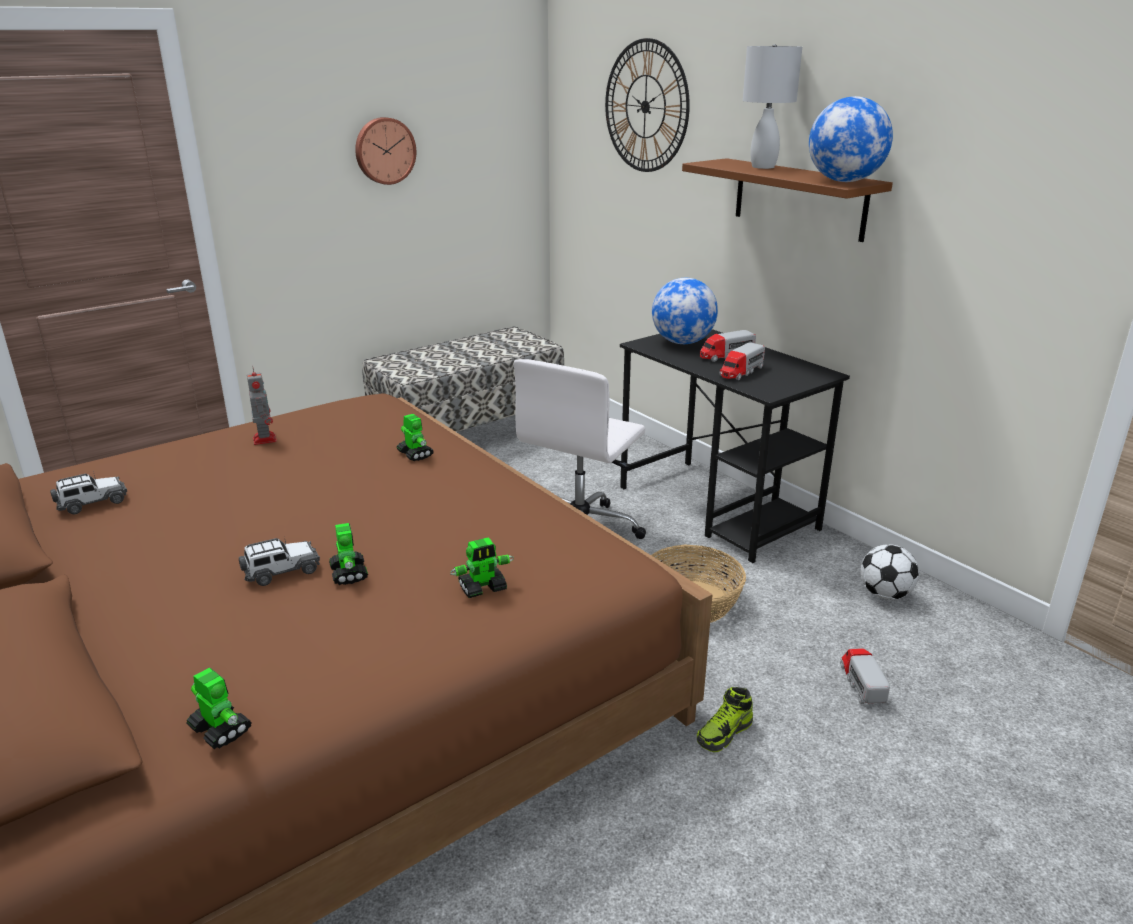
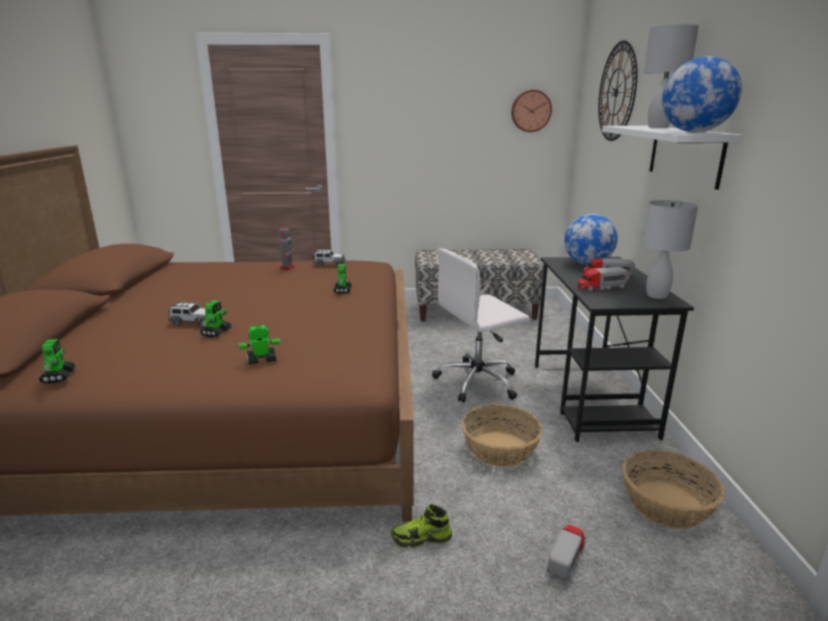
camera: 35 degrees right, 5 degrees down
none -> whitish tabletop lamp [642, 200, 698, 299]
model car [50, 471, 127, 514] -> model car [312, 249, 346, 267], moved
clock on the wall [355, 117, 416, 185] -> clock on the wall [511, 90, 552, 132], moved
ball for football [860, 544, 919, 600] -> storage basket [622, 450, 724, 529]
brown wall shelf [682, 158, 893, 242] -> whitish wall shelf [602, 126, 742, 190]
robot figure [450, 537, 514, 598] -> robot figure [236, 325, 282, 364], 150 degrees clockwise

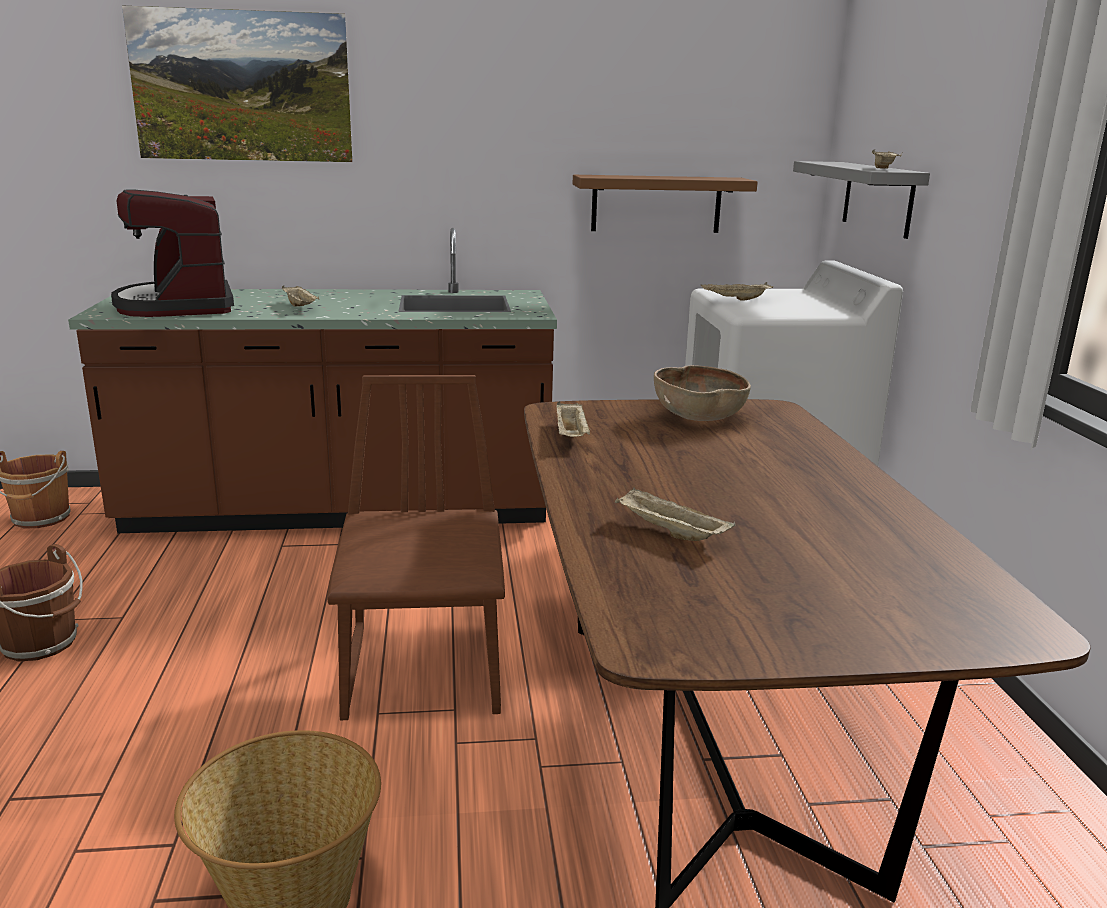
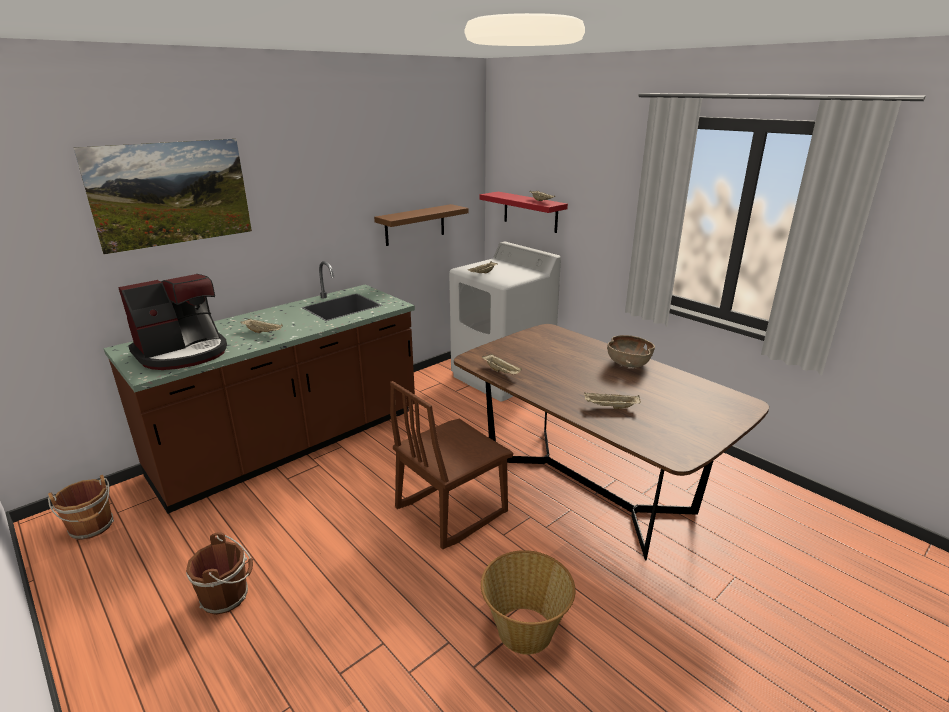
camera: 35 degrees left, 5 degrees up
brown bowl [654, 365, 751, 421] -> brown bowl [608, 335, 655, 368], moved
gray wall shelf [793, 161, 930, 239] -> red wall shelf [479, 192, 568, 233]
coffee brewer [111, 190, 234, 317] -> coffee brewer [118, 274, 227, 370], 75 degrees counterclockwise
brown plain chair [327, 375, 505, 720] -> brown plain chair [390, 381, 513, 549], 90 degrees counterclockwise

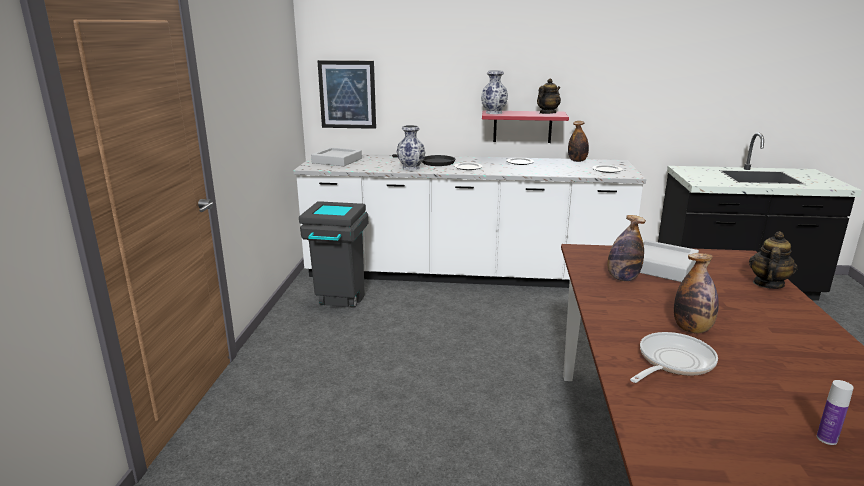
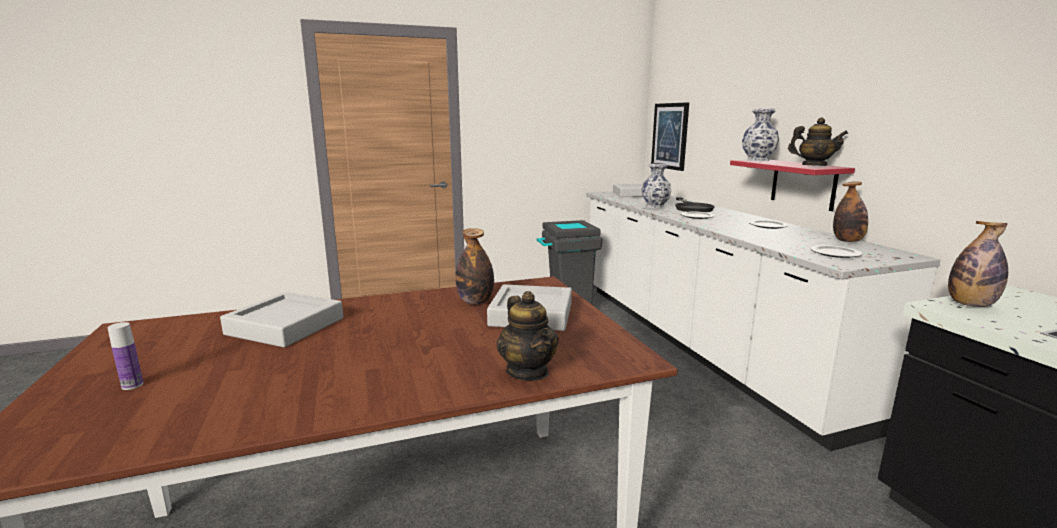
camera: 65 degrees right, 5 degrees down
bottle [674, 253, 719, 333] -> bottle [948, 221, 1008, 307], moved
pan [630, 332, 718, 383] -> gray tray [220, 292, 343, 347]
pot for tea [749, 231, 798, 289] -> pot for tea [497, 291, 559, 381], 60 degrees clockwise

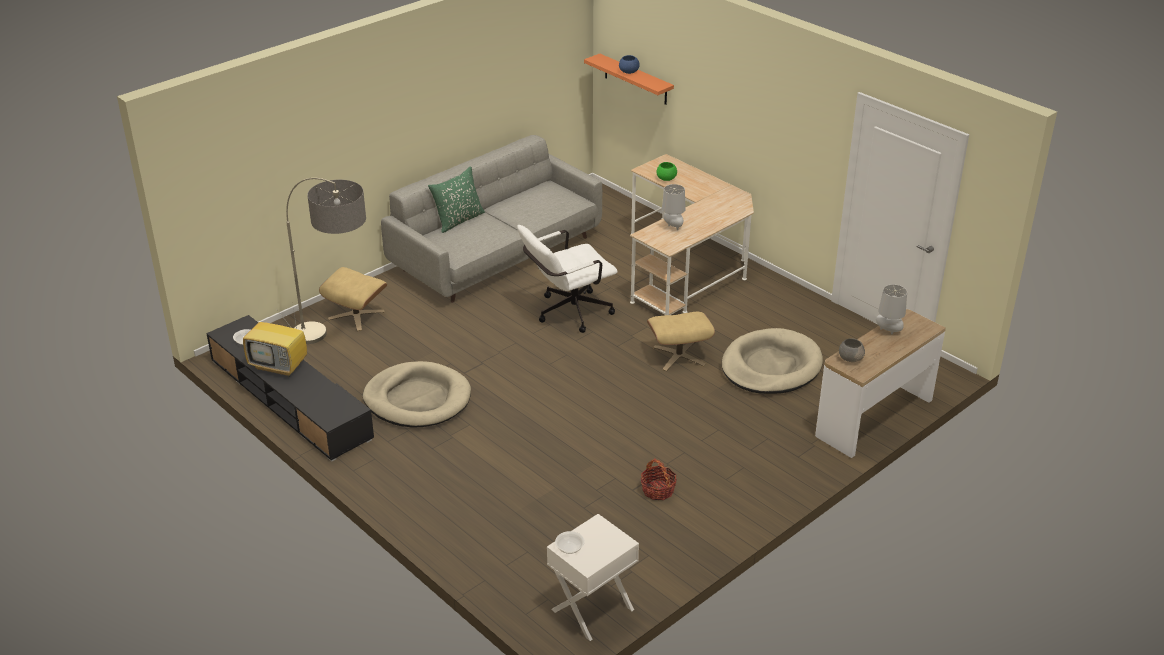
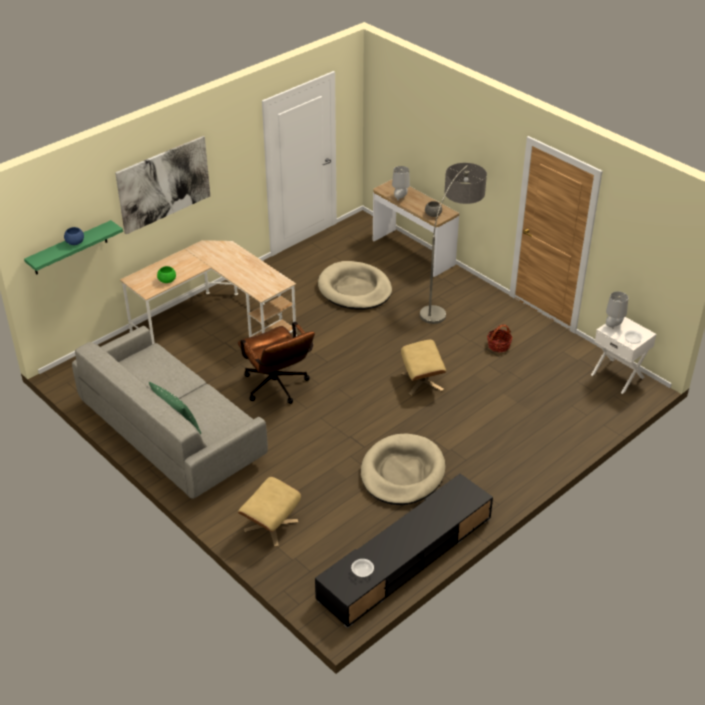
camera: 90 degrees left, 5 degrees up
television [243, 307, 307, 376] -> none
none -> wall picture [115, 136, 210, 234]
standard lamp [286, 178, 366, 344] -> standard lamp [420, 163, 487, 324], moved
beige ottoman [647, 312, 715, 371] -> beige ottoman [401, 340, 446, 396], moved
gray tabletop lamp [662, 184, 686, 230] -> gray tabletop lamp [606, 292, 628, 329], moved
whitish computer chair [517, 225, 618, 333] -> brown computer chair [238, 322, 315, 404]
orange wall shelf [584, 54, 674, 105] -> green-coloured wall shelf [24, 220, 123, 275]

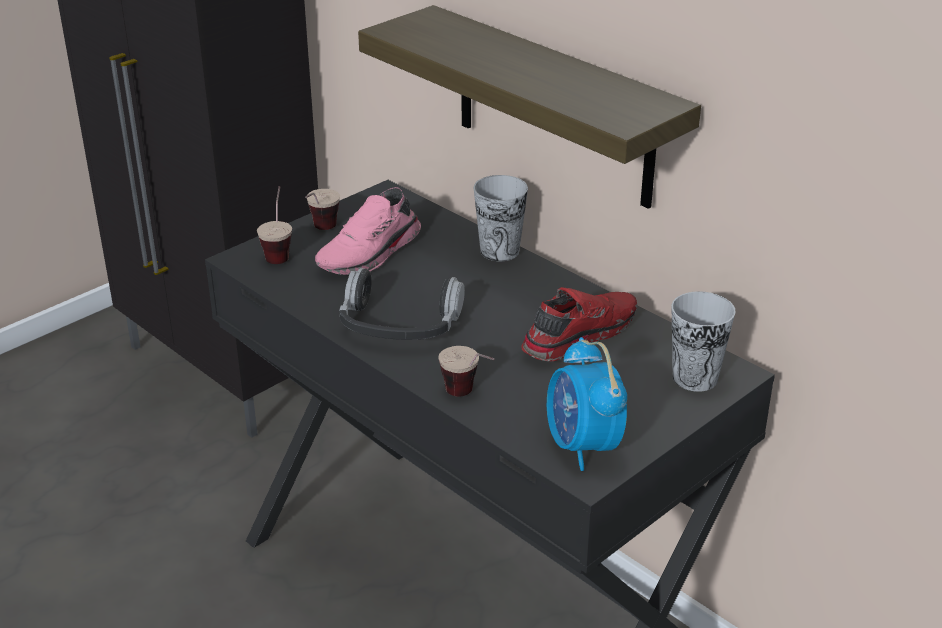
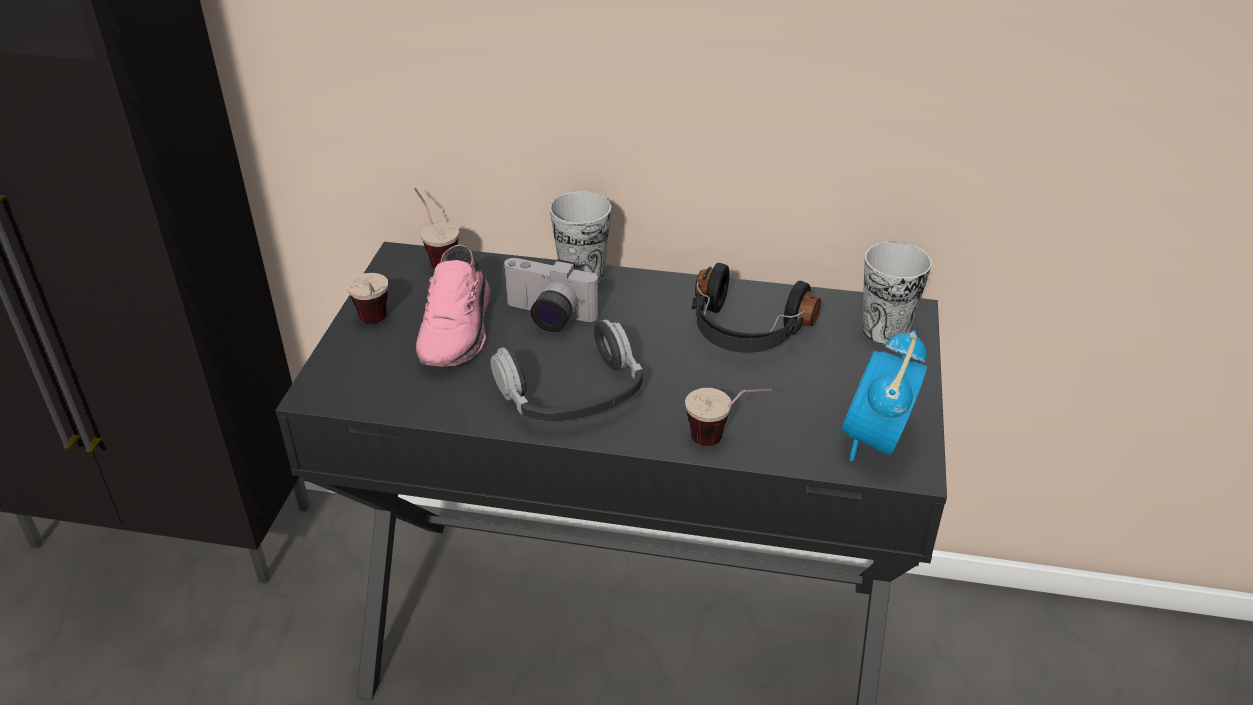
camera: 35 degrees left, 5 degrees up
wall shelf [358, 5, 701, 209] -> none
none -> photo camera [502, 258, 599, 332]
small cup [257, 186, 292, 264] -> small cup [414, 188, 459, 269], moved
red low shoe [521, 287, 638, 361] -> black-coloured pair of headphones [691, 263, 821, 353]
alarm clock [547, 337, 627, 471] -> alarm clock [841, 330, 927, 461], 75 degrees clockwise

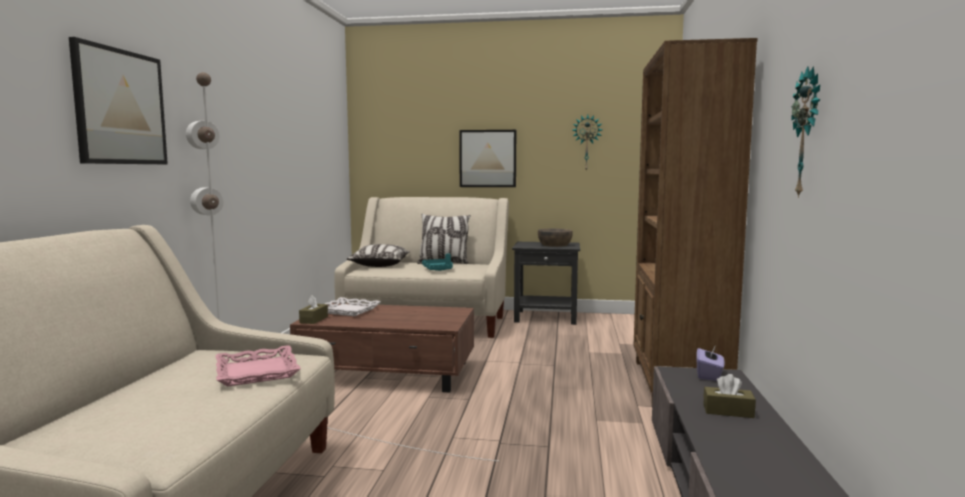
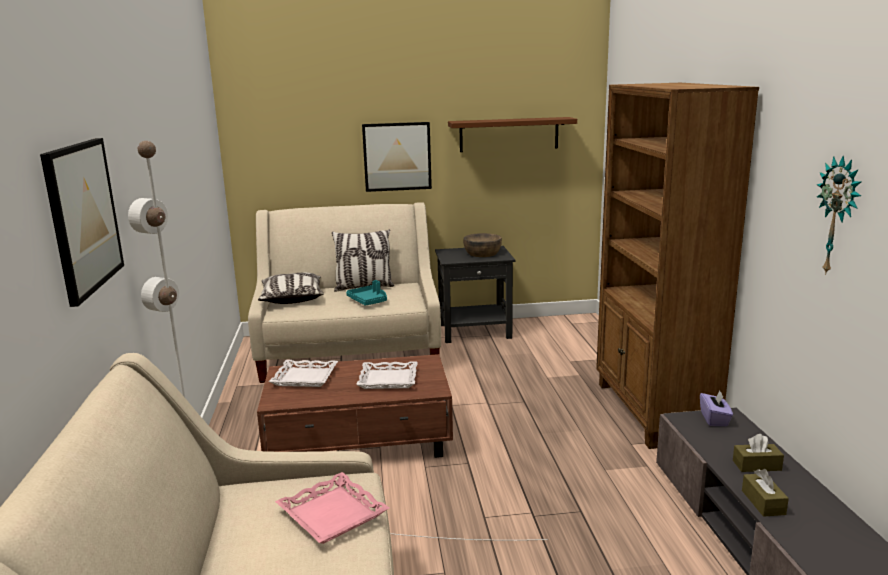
camera: 15 degrees left, 10 degrees up
none -> whitish tray [356, 361, 418, 389]
brown tissue box [299, 295, 328, 324] -> brown tissue box [742, 469, 789, 517], moved
clock on the wall [572, 115, 602, 172] -> brown wall shelf [448, 117, 577, 152]

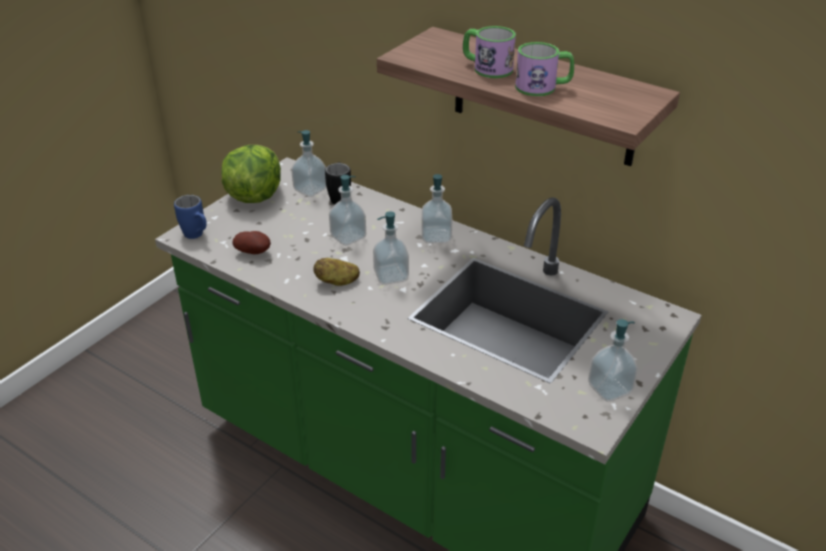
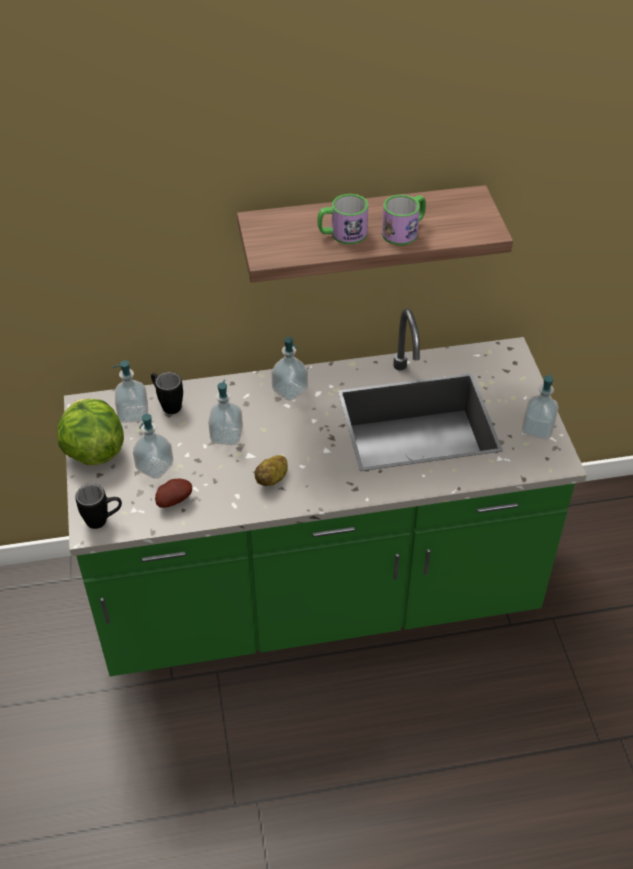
camera: 45 degrees left, 10 degrees up
liquid soap bottle [373, 211, 409, 285] -> liquid soap bottle [133, 414, 173, 479], moved
blue mug [174, 195, 207, 239] -> black-coloured mug [75, 484, 122, 529]

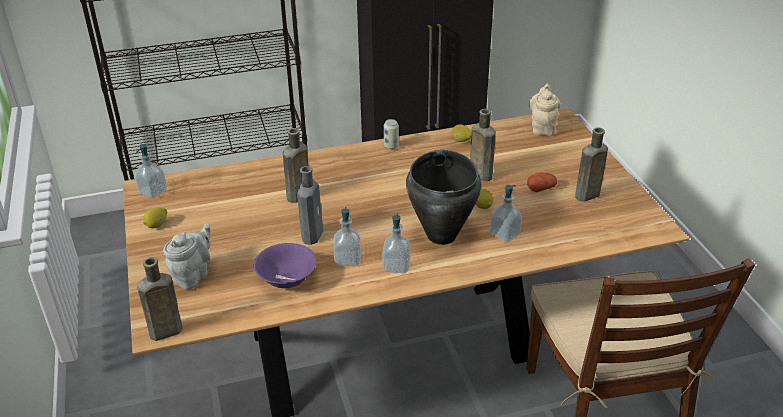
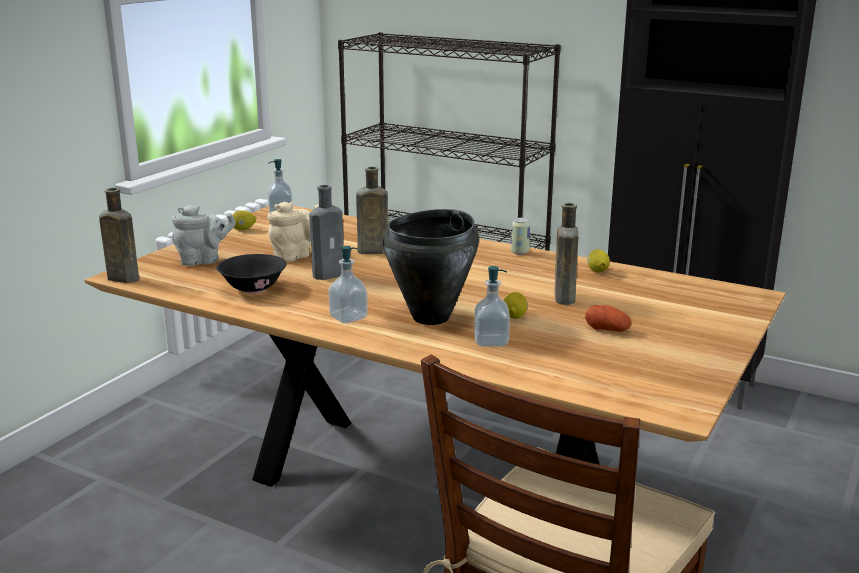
camera: 45 degrees right, 15 degrees down
liquid soap bottle [333, 207, 361, 266] -> none
brown bottle [575, 127, 608, 202] -> none
beige pot for tea [529, 84, 561, 136] -> beige pot for tea [267, 202, 319, 262], moved
purple-coloured bowl [254, 243, 317, 288] -> black-coloured bowl [217, 254, 287, 294]

